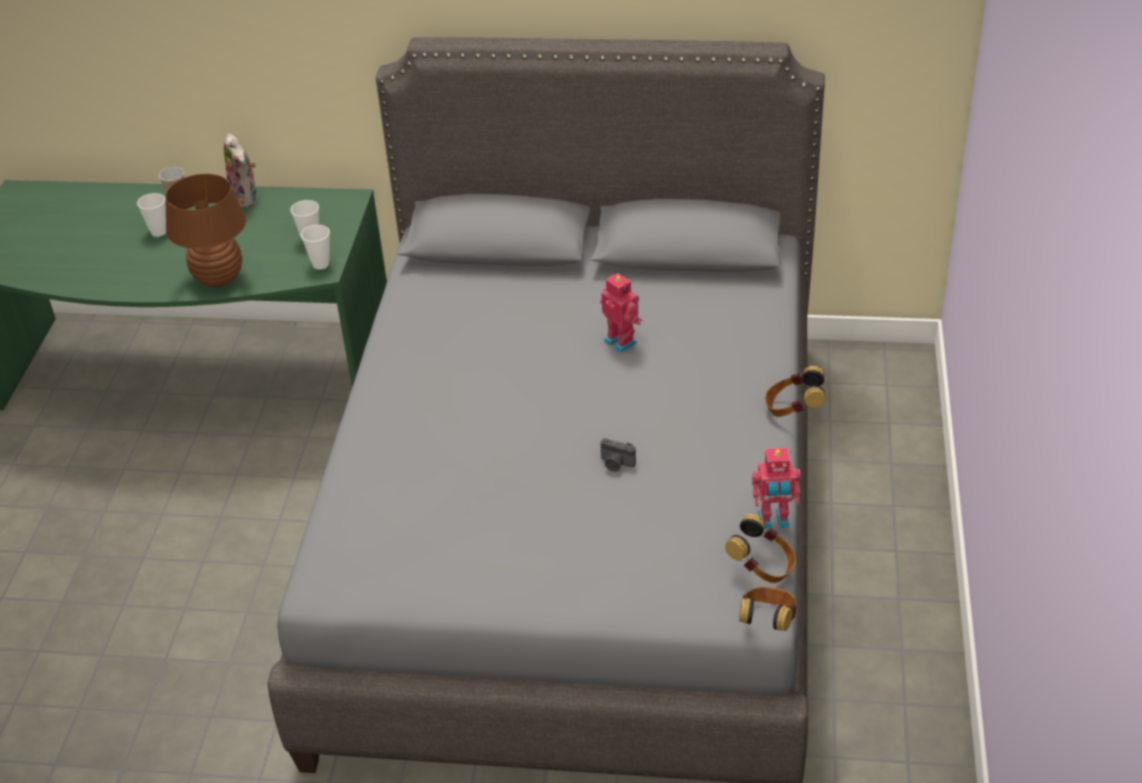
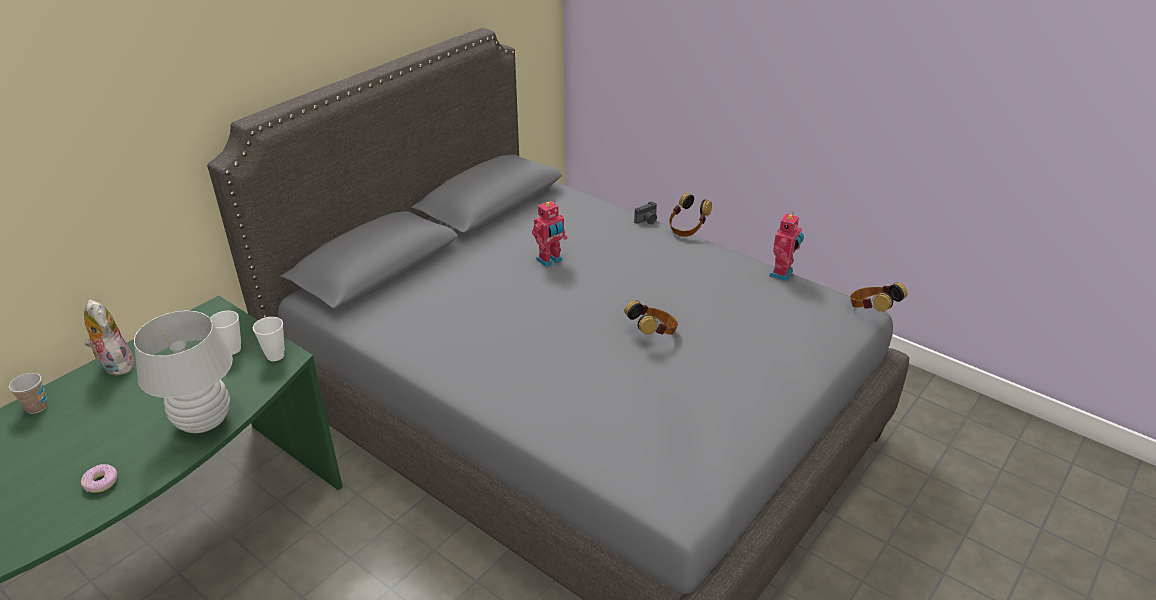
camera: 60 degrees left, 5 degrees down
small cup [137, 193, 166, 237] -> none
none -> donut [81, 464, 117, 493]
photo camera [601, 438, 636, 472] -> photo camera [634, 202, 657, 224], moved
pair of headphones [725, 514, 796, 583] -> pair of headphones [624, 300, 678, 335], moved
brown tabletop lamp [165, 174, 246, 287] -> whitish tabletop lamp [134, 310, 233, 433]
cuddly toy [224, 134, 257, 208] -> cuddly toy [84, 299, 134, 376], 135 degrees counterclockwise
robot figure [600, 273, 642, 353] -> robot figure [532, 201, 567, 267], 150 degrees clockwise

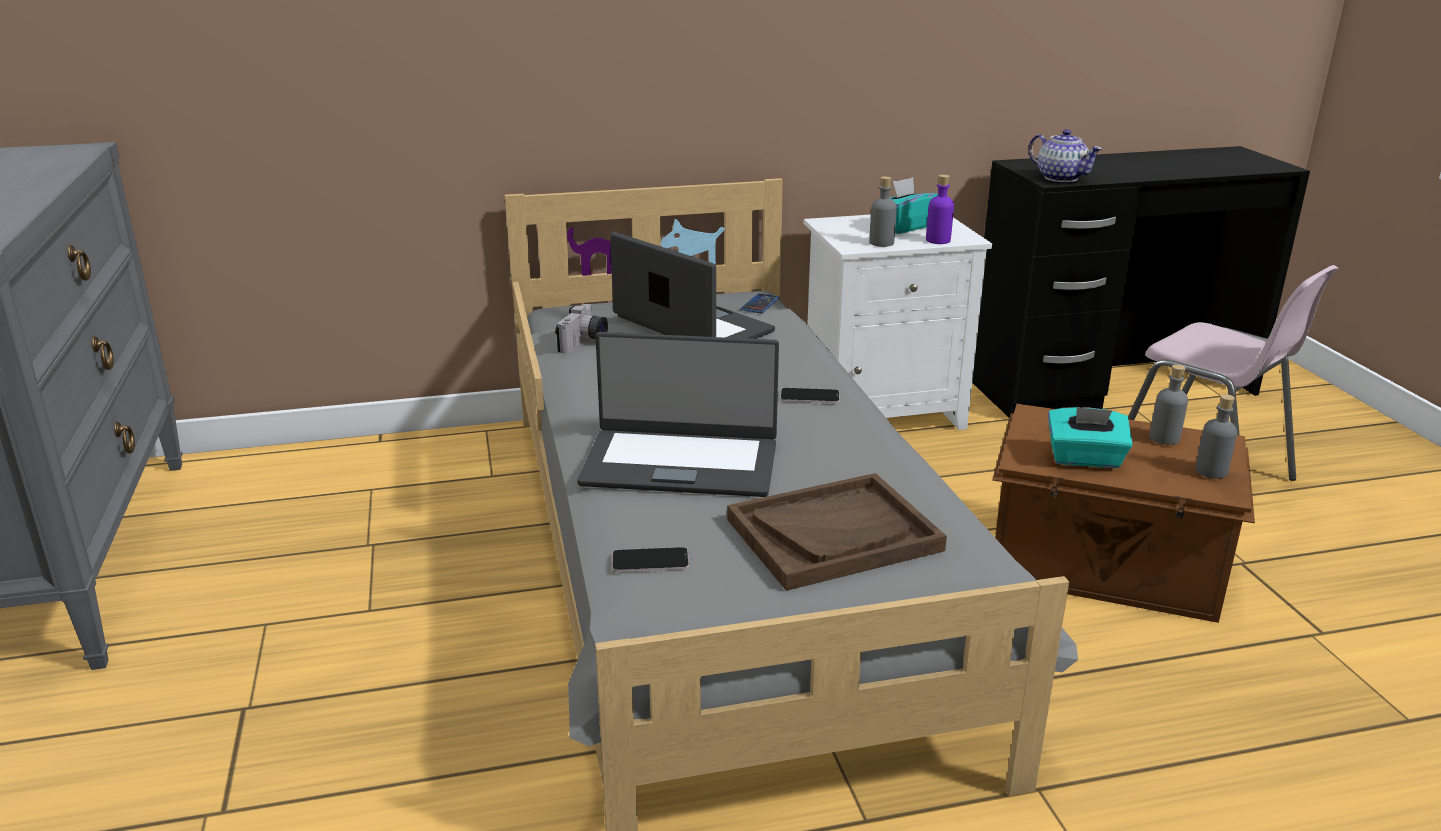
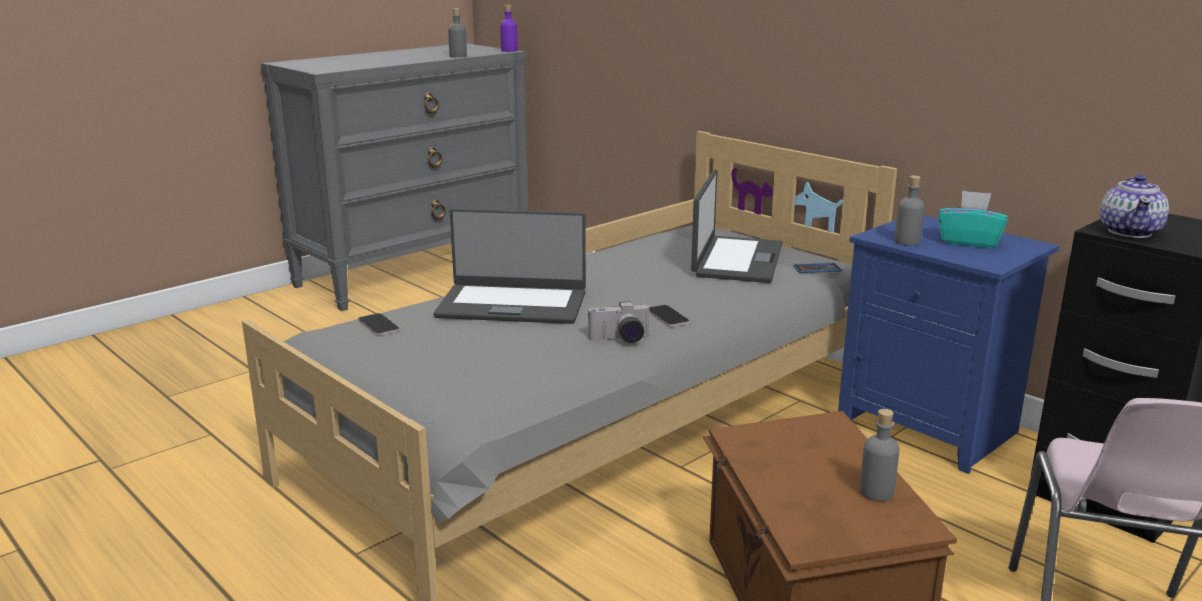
camera: 60 degrees right, 5 degrees down
brown tray [727, 473, 947, 591] -> none
blue-green tissue box [1048, 407, 1133, 468] -> none
photo camera [555, 304, 608, 353] -> photo camera [588, 301, 651, 343], moved
purple-coloured bottle [926, 174, 954, 244] -> purple-coloured bottle [500, 5, 518, 52], moved
gray bottle [1195, 394, 1237, 479] -> gray bottle [448, 8, 467, 58], moved
whitish bedside table [804, 214, 992, 430] -> blue bedside table [838, 215, 1060, 474]
laptop [577, 332, 779, 497] -> laptop [433, 208, 586, 324], 60 degrees counterclockwise

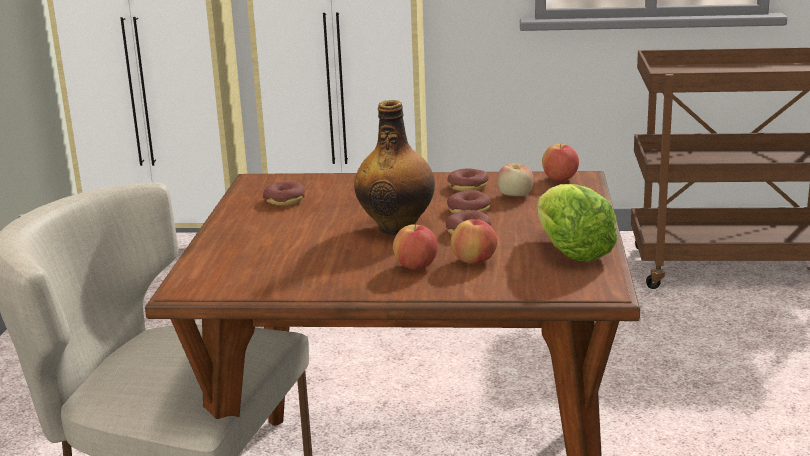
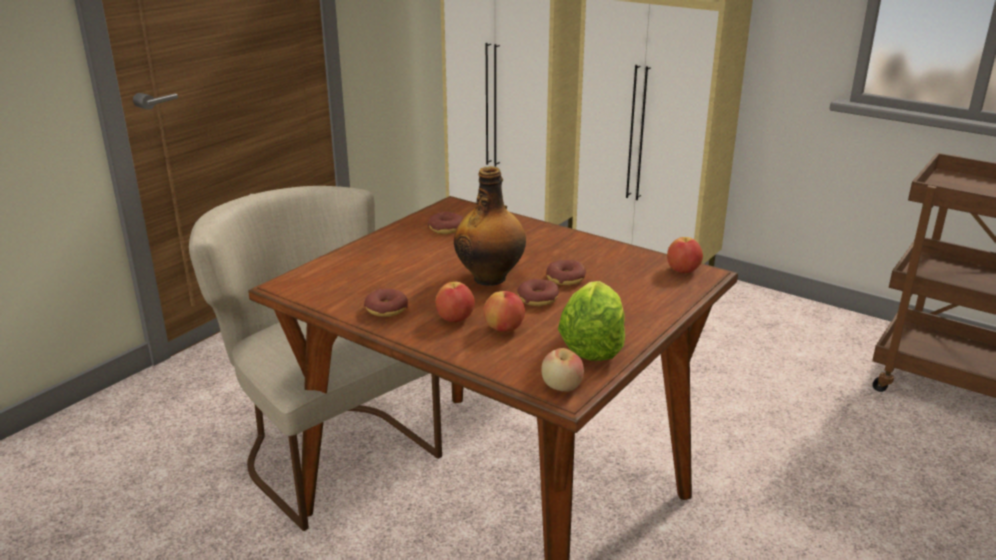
camera: 30 degrees right, 5 degrees up
donut [447, 168, 489, 191] -> donut [364, 289, 408, 317], moved
apple [498, 163, 534, 196] -> apple [541, 348, 584, 391], moved

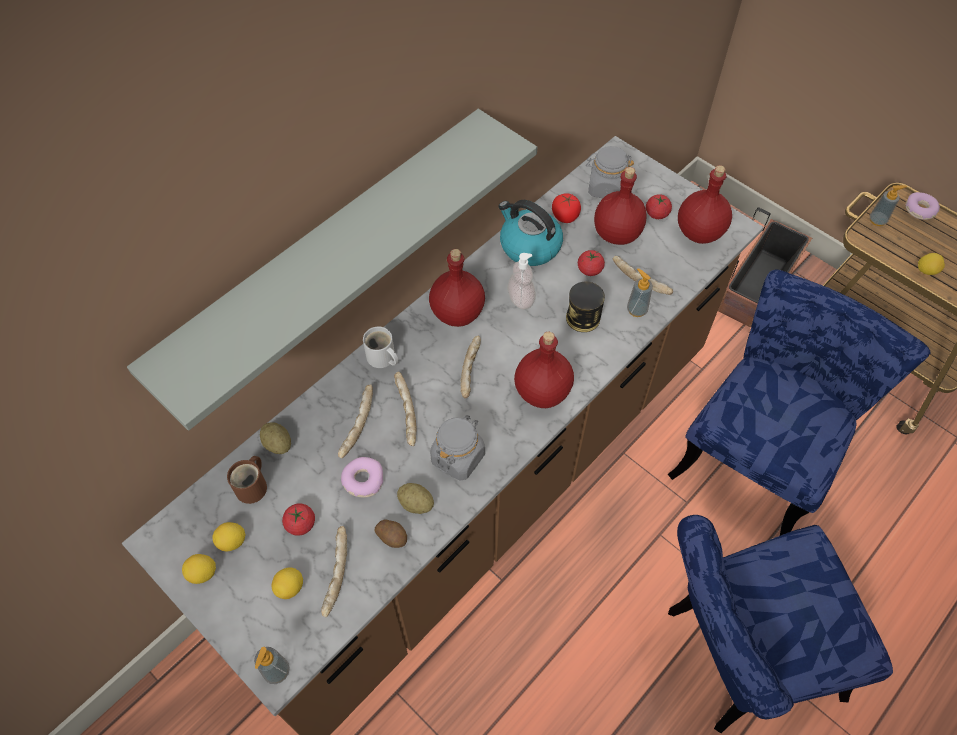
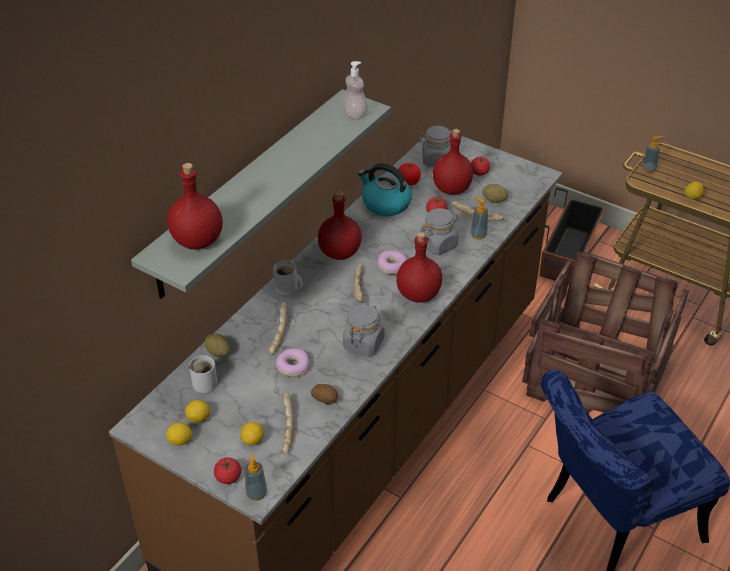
camera: 10 degrees left, 15 degrees down
baked bread [394, 371, 417, 446] -> none
fresh tomato [282, 503, 315, 536] -> fresh tomato [214, 457, 241, 484], moved
spud [397, 483, 434, 514] -> spud [483, 184, 508, 203], moved
liquid soap bottle [507, 253, 536, 310] -> liquid soap bottle [342, 61, 368, 120], moved
red bottle [678, 165, 732, 244] -> red bottle [167, 163, 223, 250], moved
donut [906, 192, 940, 220] -> donut [377, 250, 407, 274], moved
can [566, 282, 605, 332] -> gray jar [420, 208, 459, 255]
blue plain chair [668, 269, 930, 536] -> packing crate [522, 252, 689, 414]
brown mug [227, 456, 267, 504] -> whitish mug [189, 355, 218, 393]

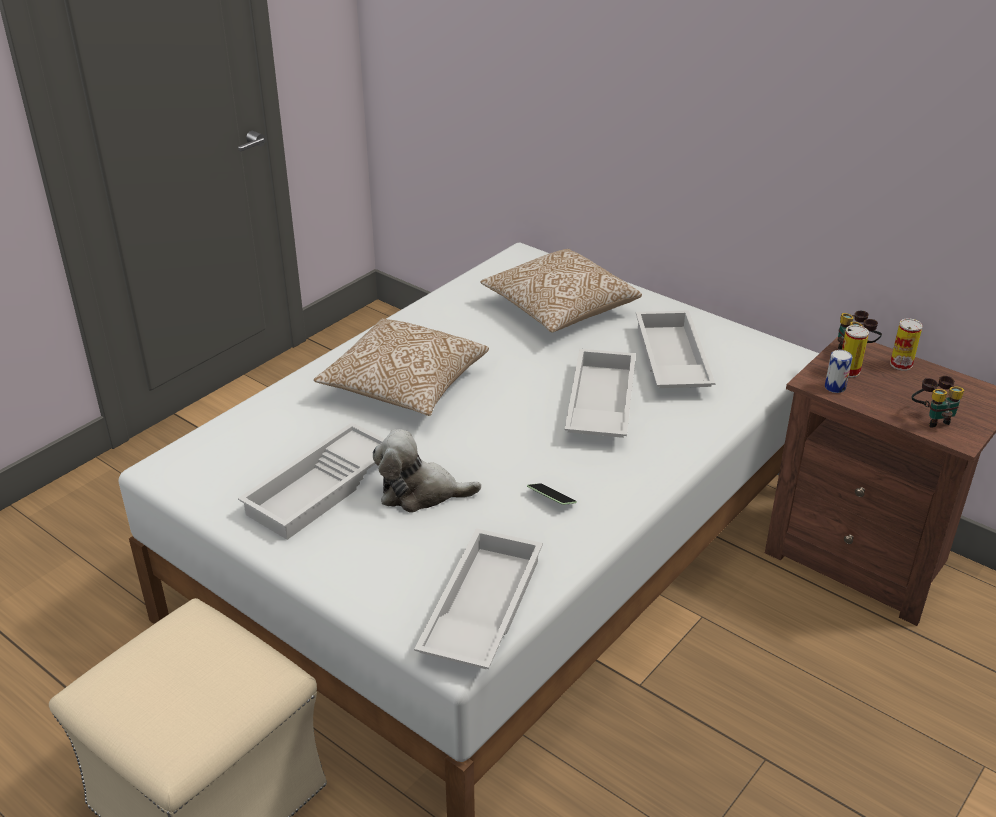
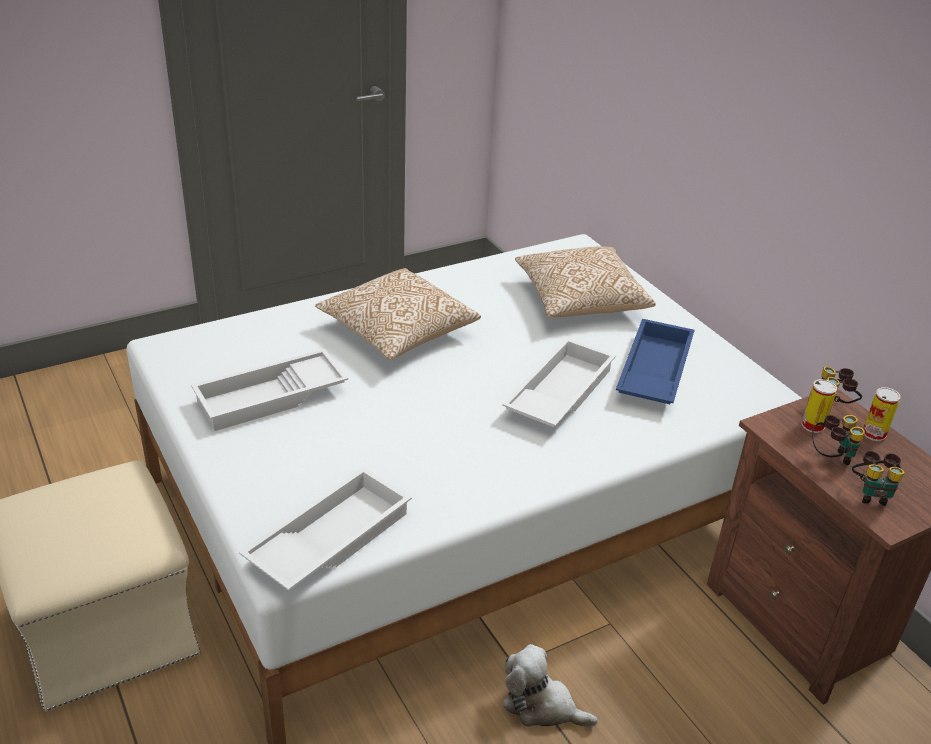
camera: 20 degrees right, 0 degrees up
handset [527, 483, 577, 505] -> none
can [825, 350, 853, 393] -> none
none -> field glasses [812, 415, 865, 465]
cuddly toy [373, 429, 481, 513] -> cuddly toy [503, 644, 598, 727], moved
whitish tray [636, 310, 715, 388] -> blue tray [616, 319, 695, 404]

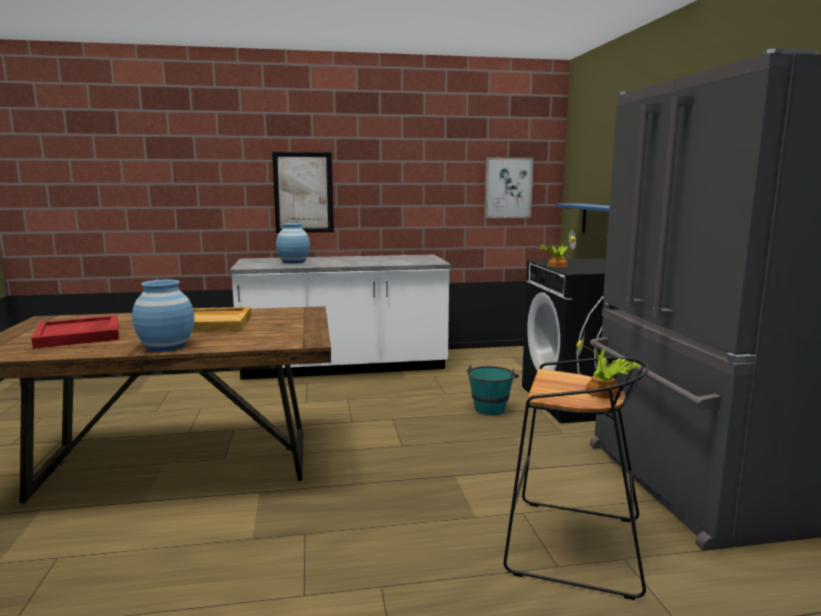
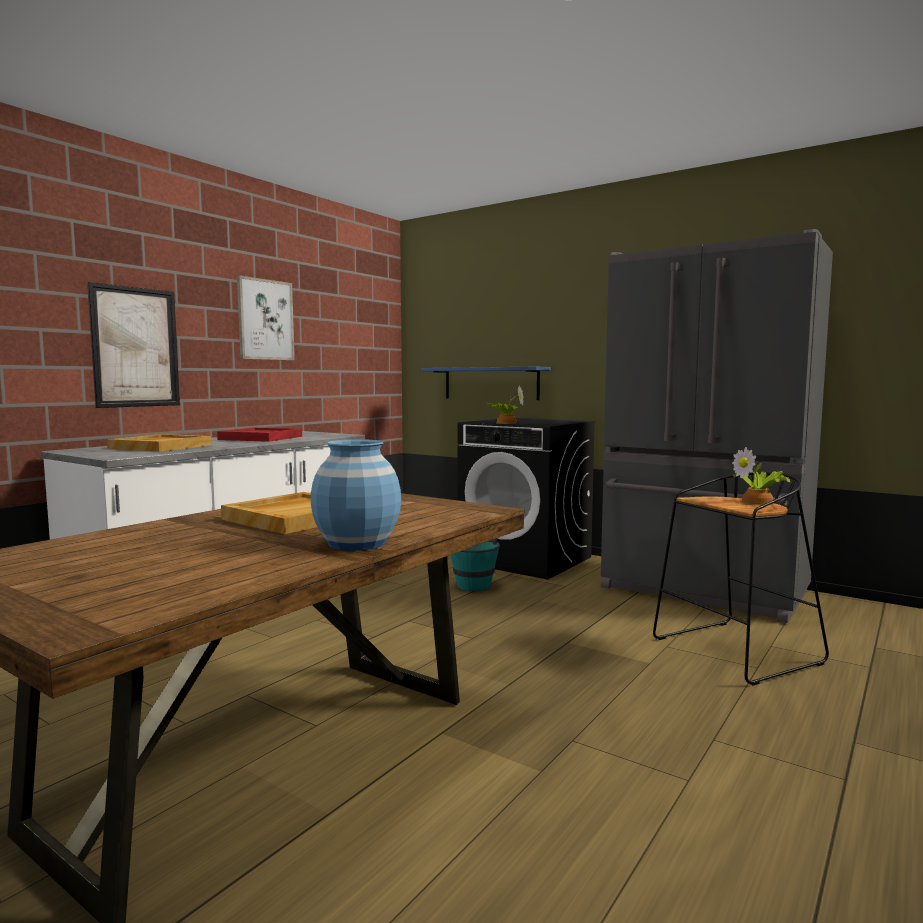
camera: 45 degrees left, 5 degrees down
red tray [31, 315, 119, 349] -> red tray [217, 427, 302, 442], moved
wall picture [485, 157, 534, 218] -> wall picture [237, 275, 295, 360], moved
blue vase [276, 223, 310, 263] -> beige tray [107, 434, 211, 452]

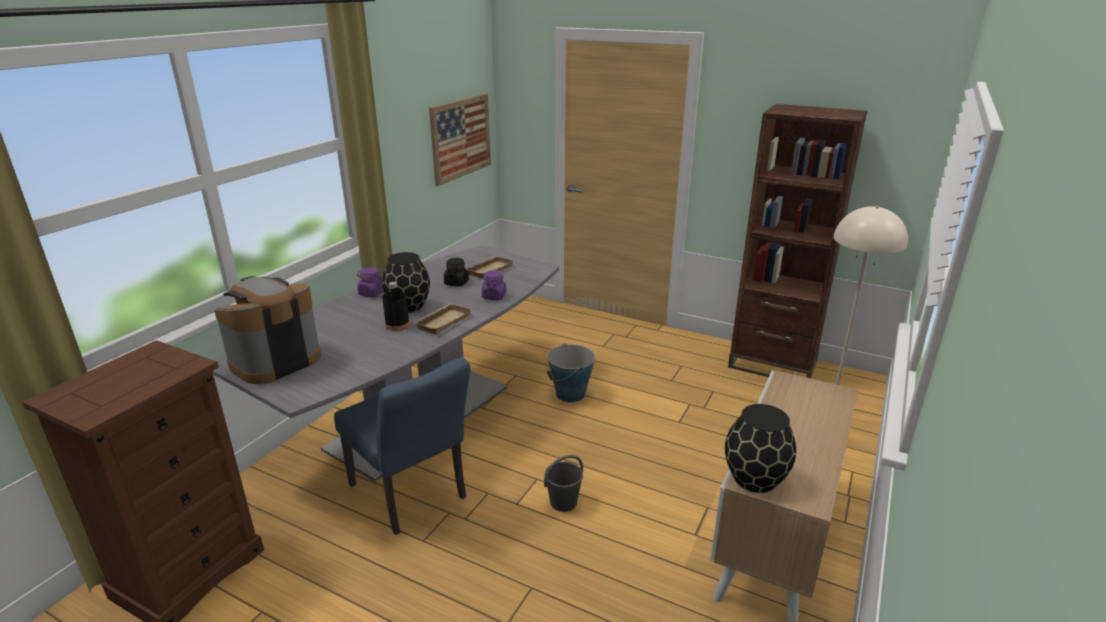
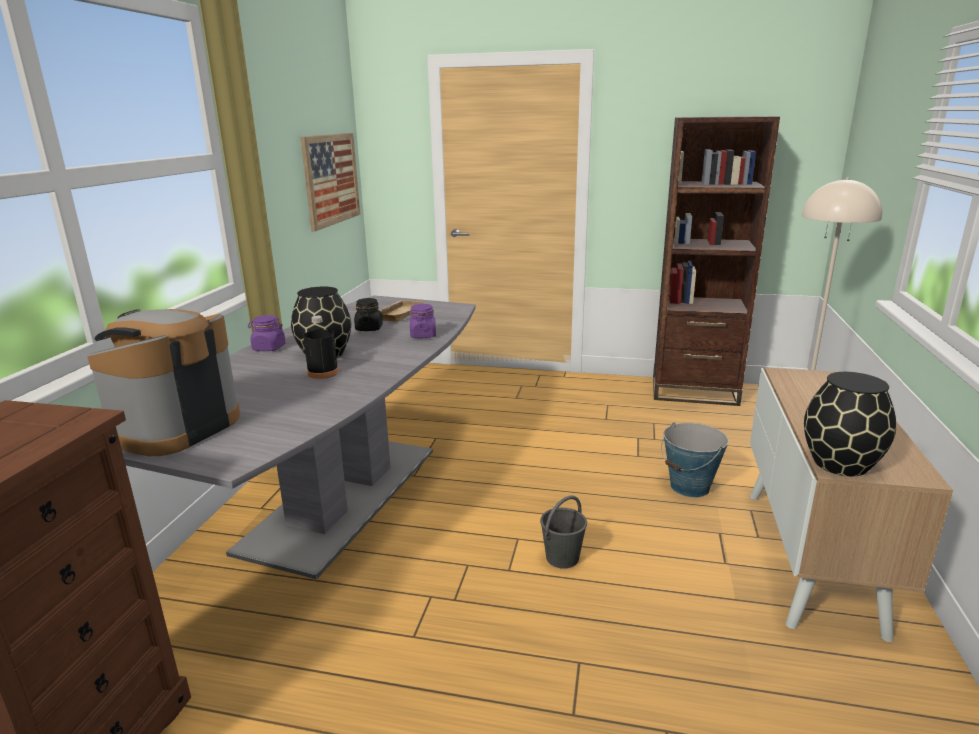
camera: 15 degrees left, 5 degrees down
blue plain chair [334, 357, 470, 535] -> none
beige tray [413, 303, 472, 334] -> none
water bucket [547, 343, 595, 402] -> water bucket [661, 422, 729, 497], moved

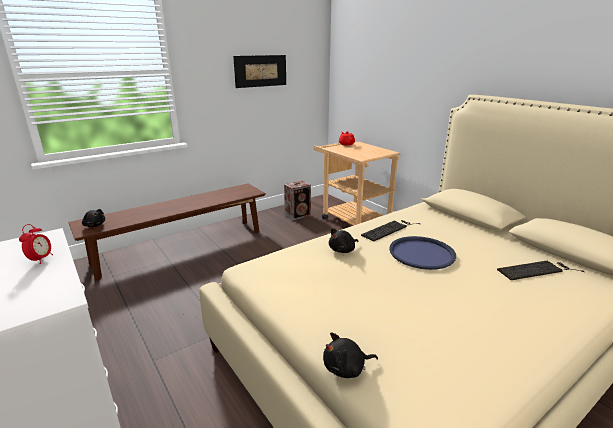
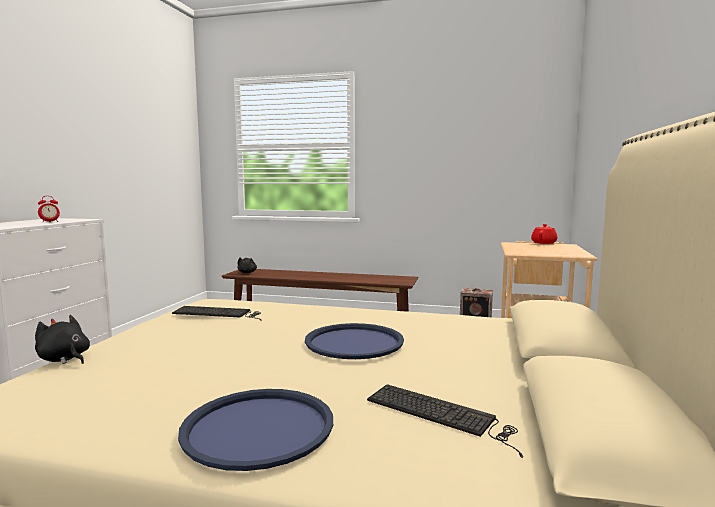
camera: 50 degrees right, 15 degrees down
wall picture [233, 55, 286, 88] -> none
black-coloured cuddly toy [329, 228, 359, 253] -> none
none -> blue tray [178, 389, 333, 471]
keyboard [361, 220, 421, 242] -> keyboard [172, 306, 261, 321], moved

